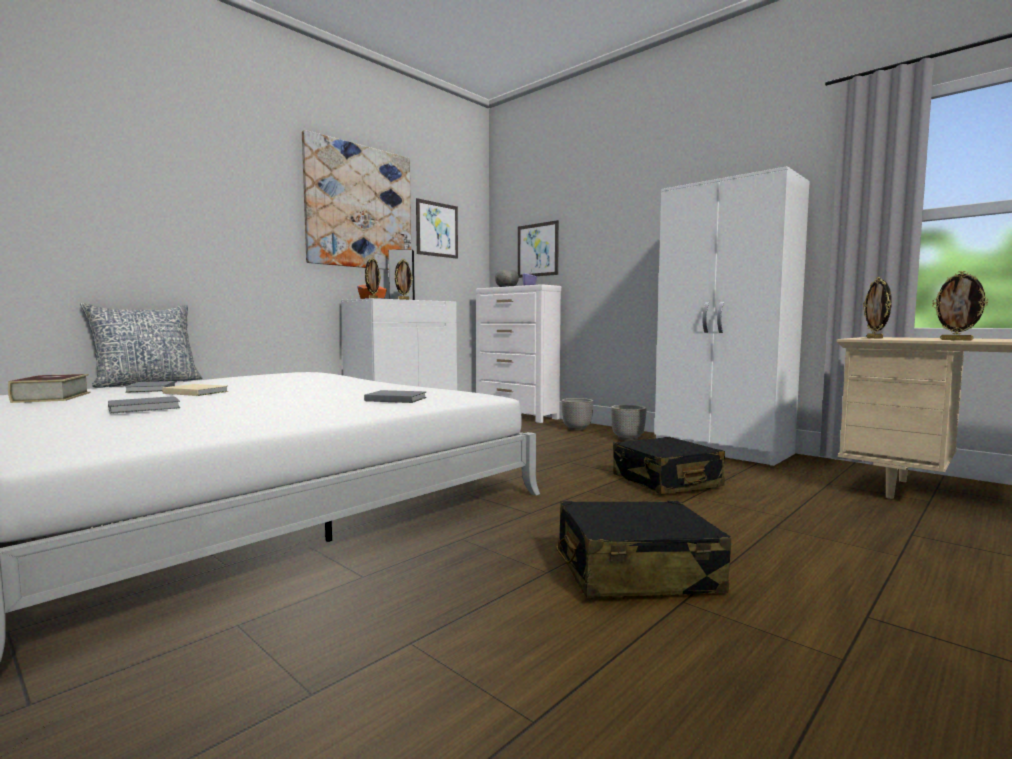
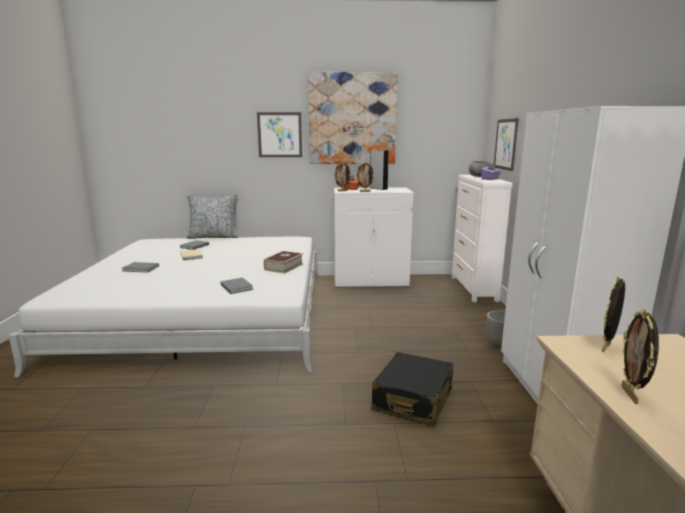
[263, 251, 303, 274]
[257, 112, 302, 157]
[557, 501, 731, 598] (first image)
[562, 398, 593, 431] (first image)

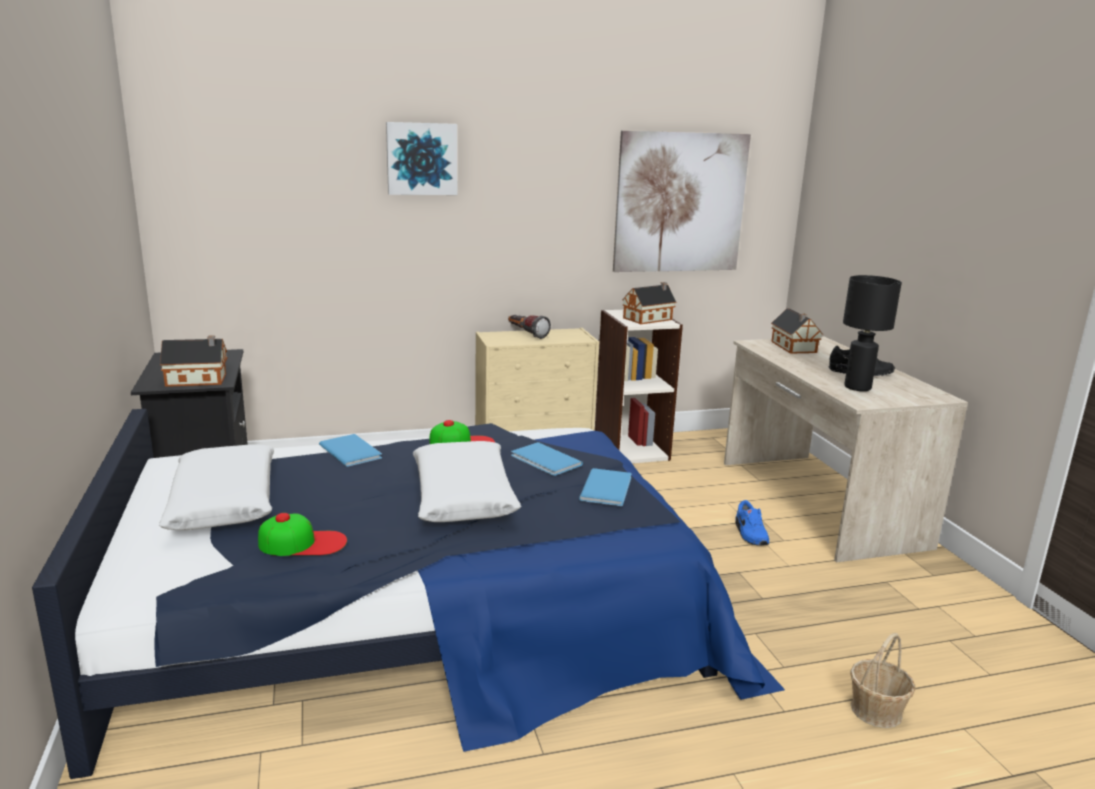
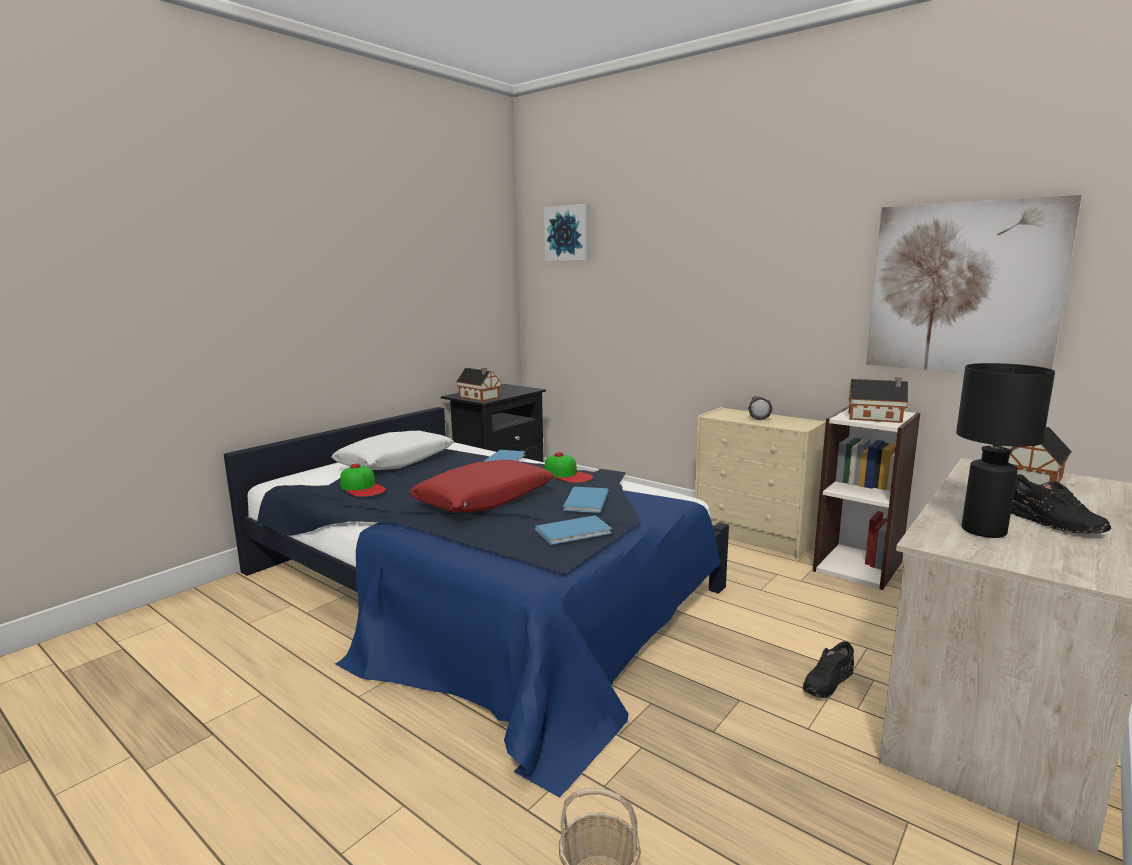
[544, 204, 590, 261]
[409, 460, 554, 512]
[803, 641, 854, 698]

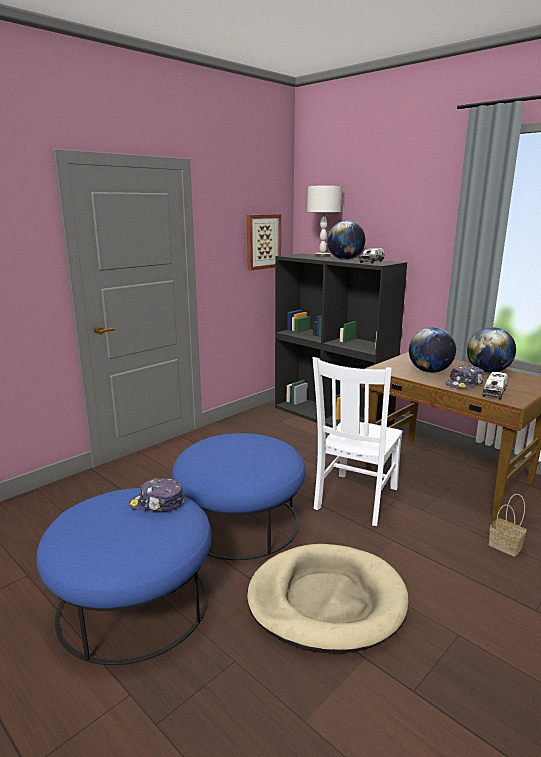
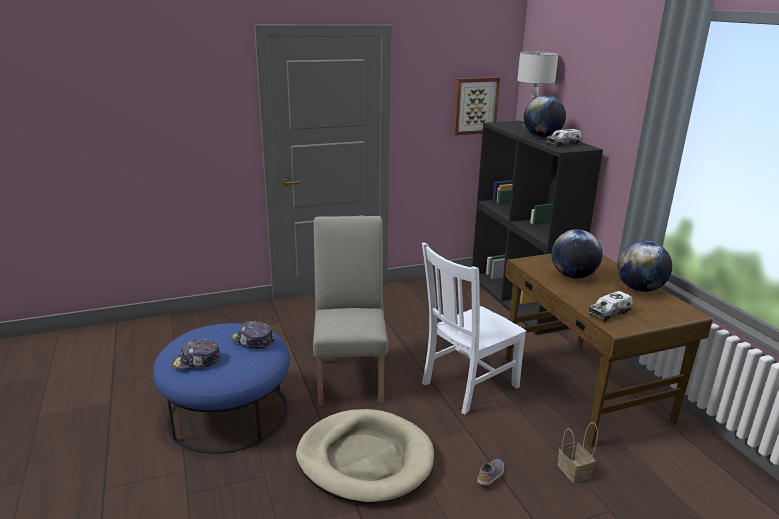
[313, 216, 388, 406]
[172, 339, 221, 369]
[477, 459, 504, 485]

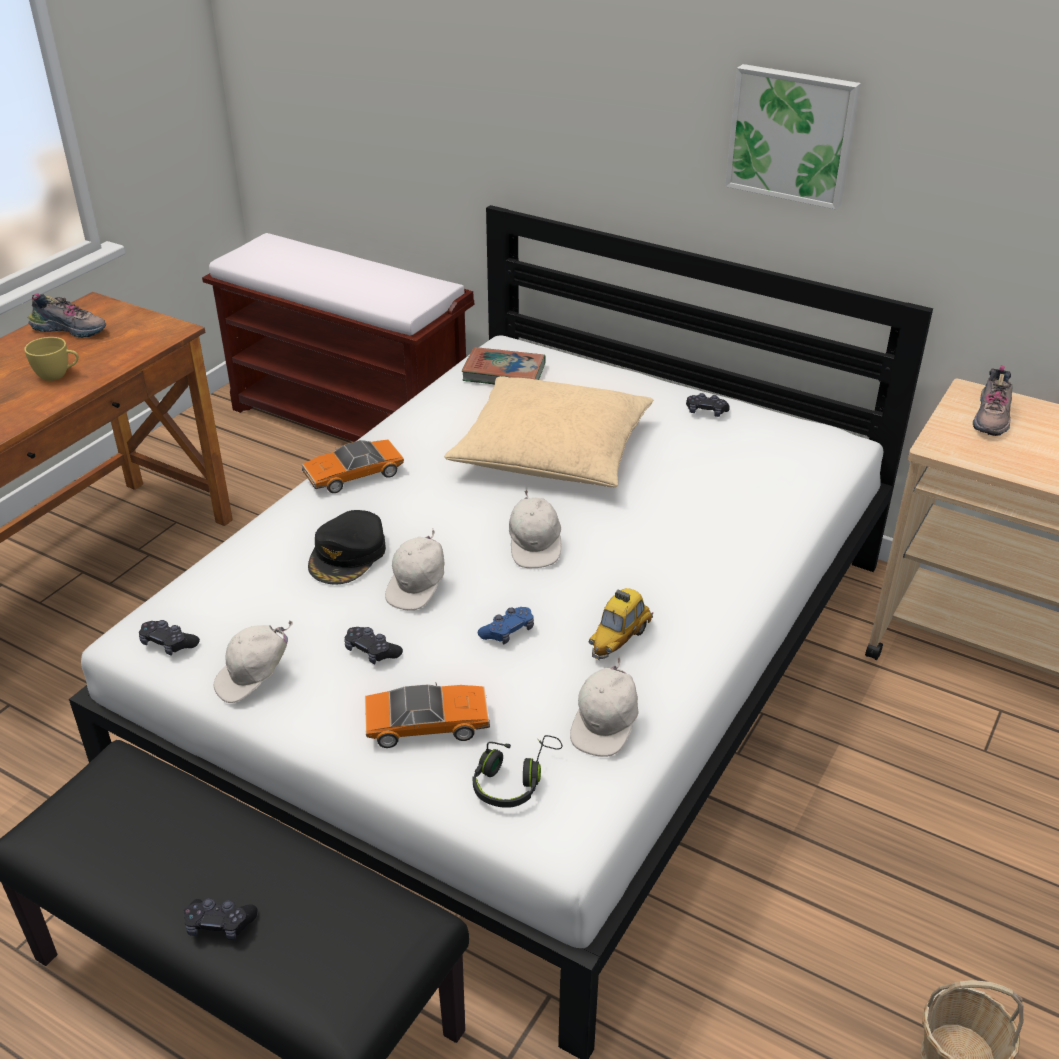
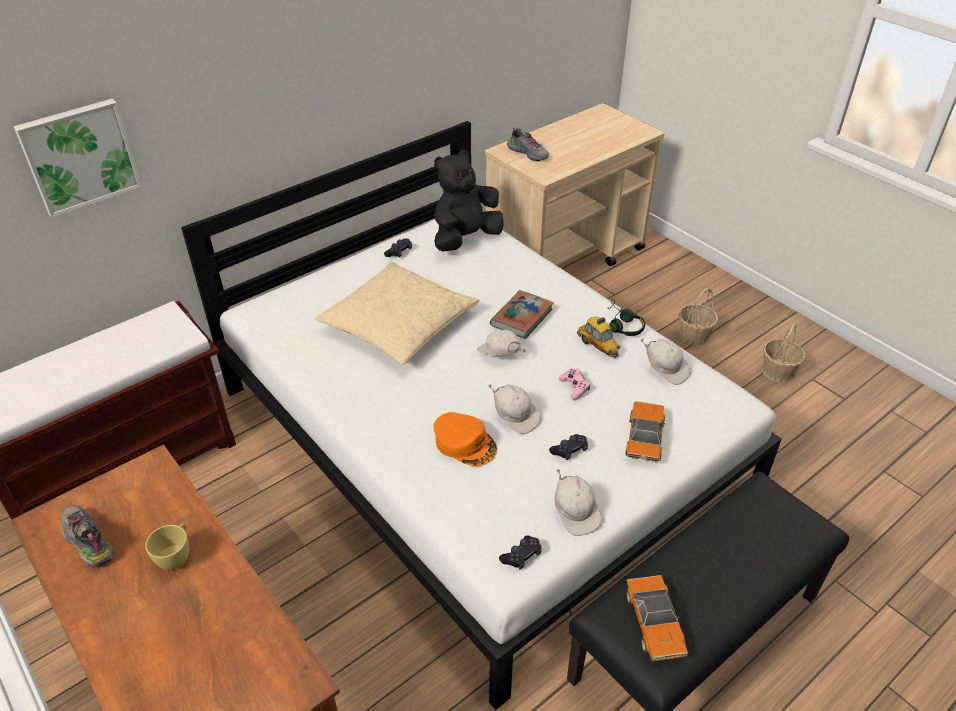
[61, 505, 114, 568]
[183, 898, 257, 940] (first image)
[626, 575, 688, 662]
[433, 412, 497, 466]
[490, 290, 554, 339]
[608, 299, 645, 336]
[558, 368, 590, 400]
[477, 330, 526, 355]
[13, 99, 142, 217]
[434, 150, 504, 252]
[679, 288, 718, 345]

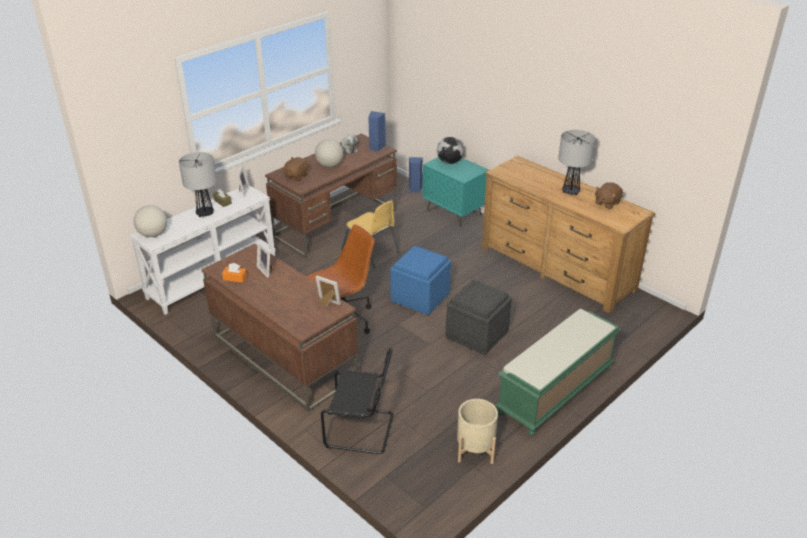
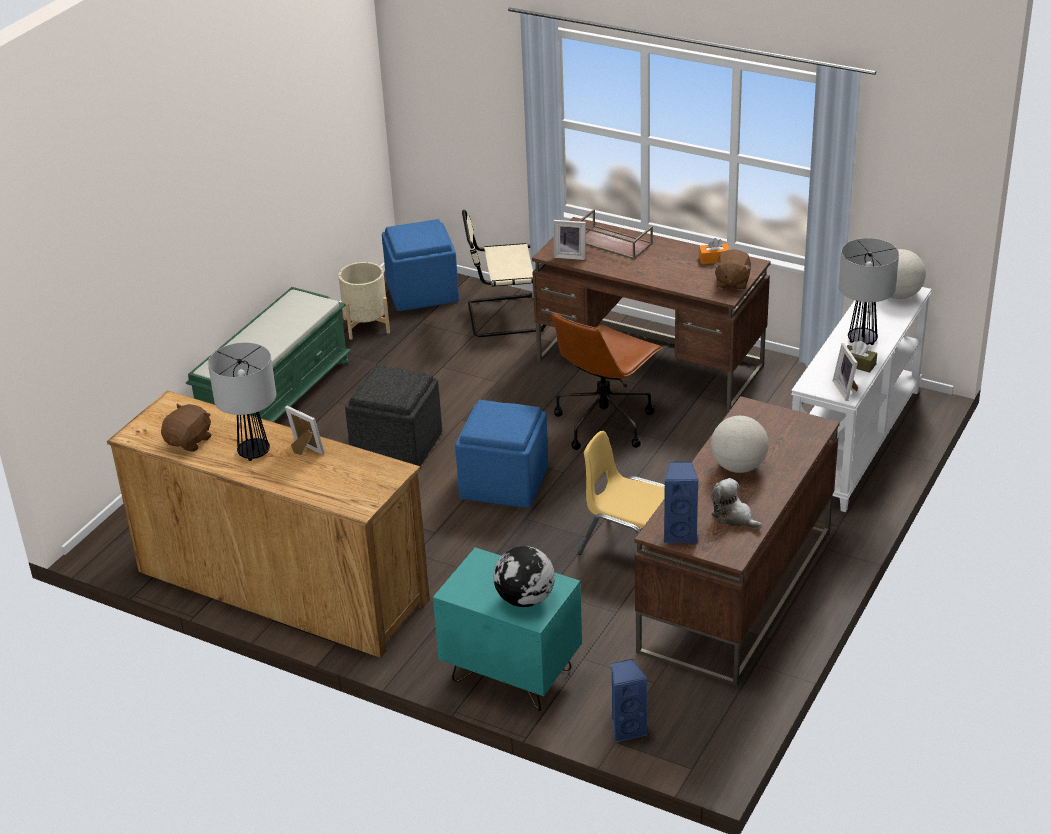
[285, 406, 325, 455]
[713, 249, 751, 290]
[462, 210, 546, 337]
[382, 219, 459, 311]
[579, 209, 653, 260]

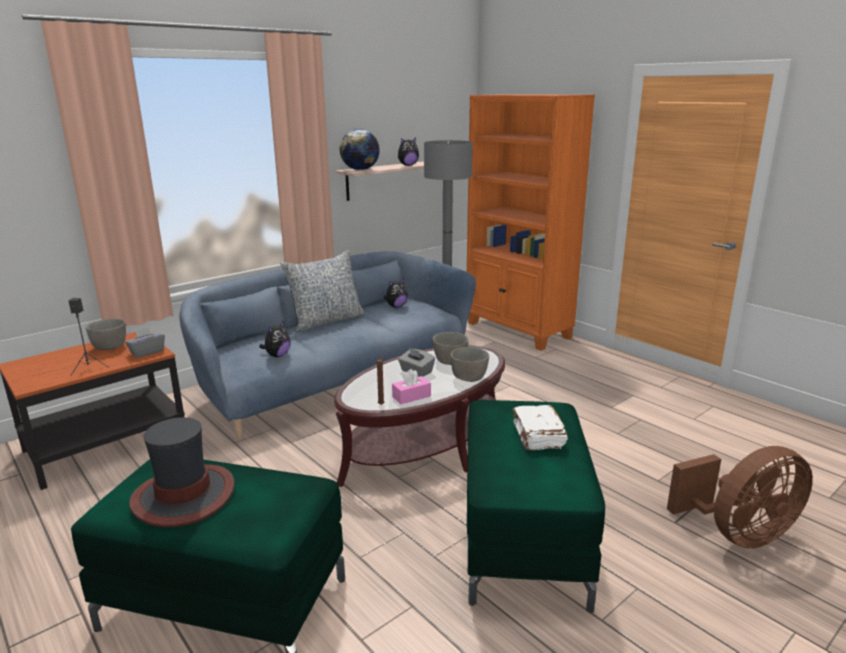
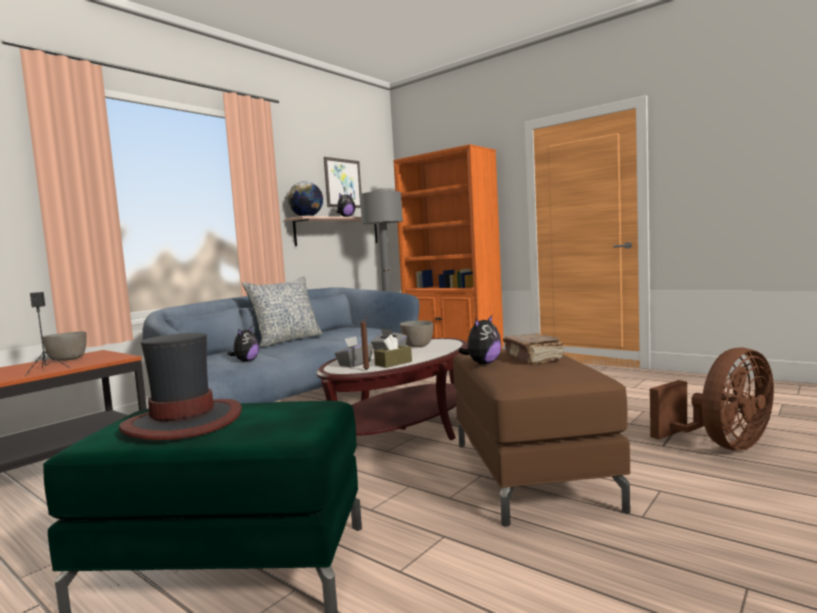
[335, 336, 373, 367]
[458, 315, 502, 364]
[374, 335, 412, 368]
[451, 347, 489, 382] (first image)
[453, 349, 631, 527]
[503, 333, 564, 365]
[324, 157, 362, 208]

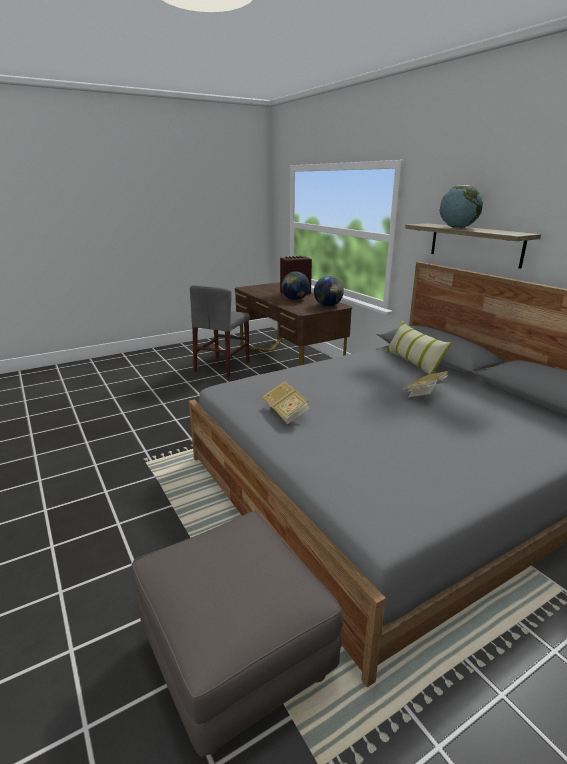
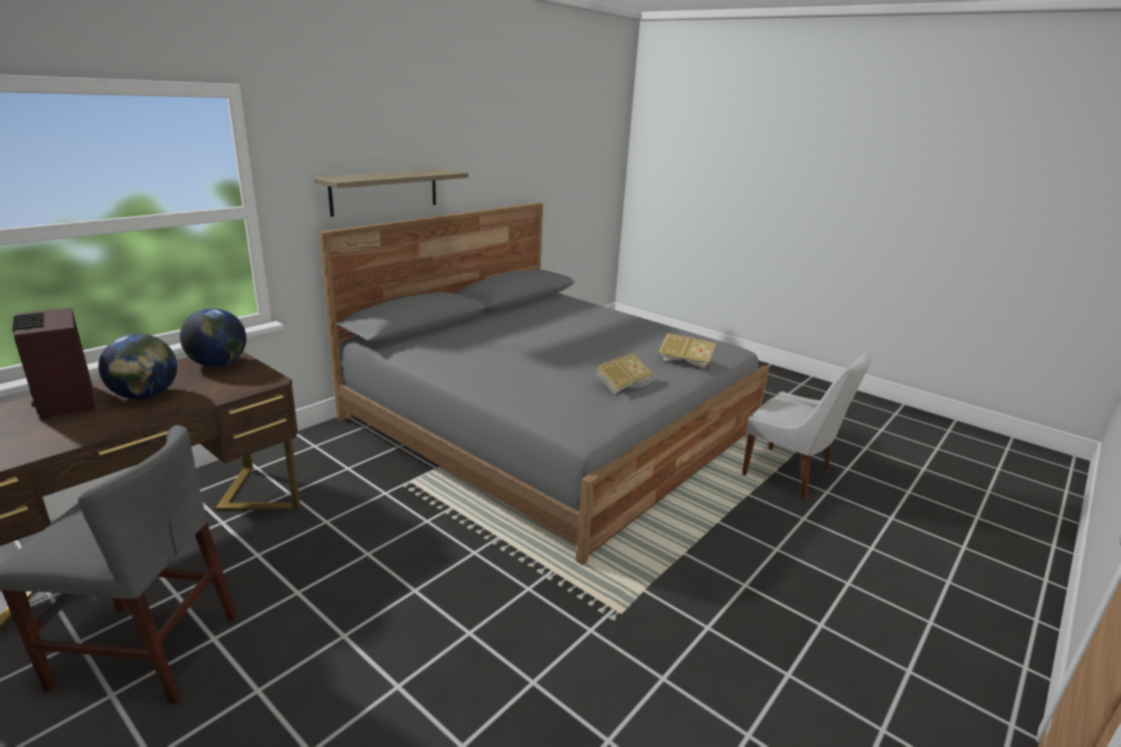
[742, 352, 871, 500]
[385, 321, 452, 375] (first image)
[658, 333, 716, 369]
[440, 185, 483, 228] (first image)

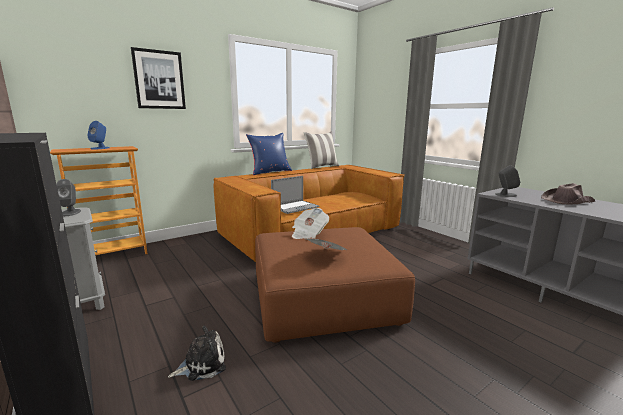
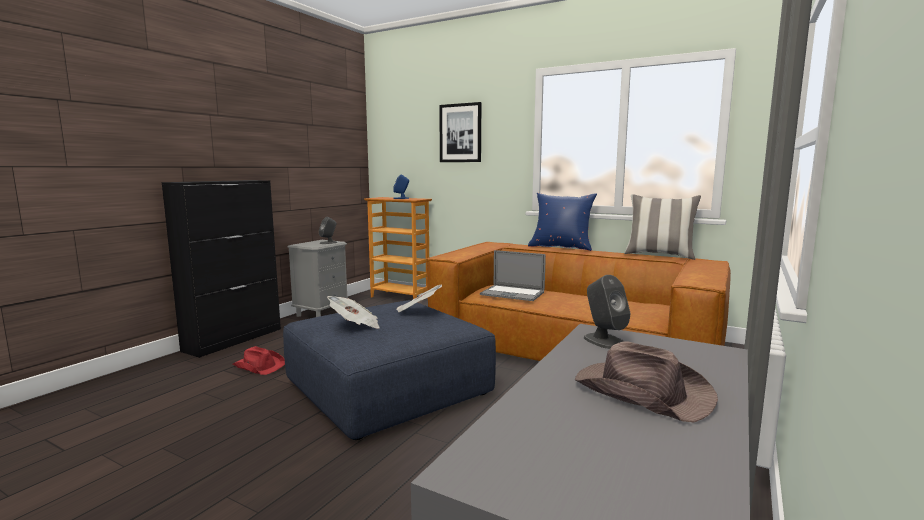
[233, 346, 285, 375]
[283, 300, 496, 440]

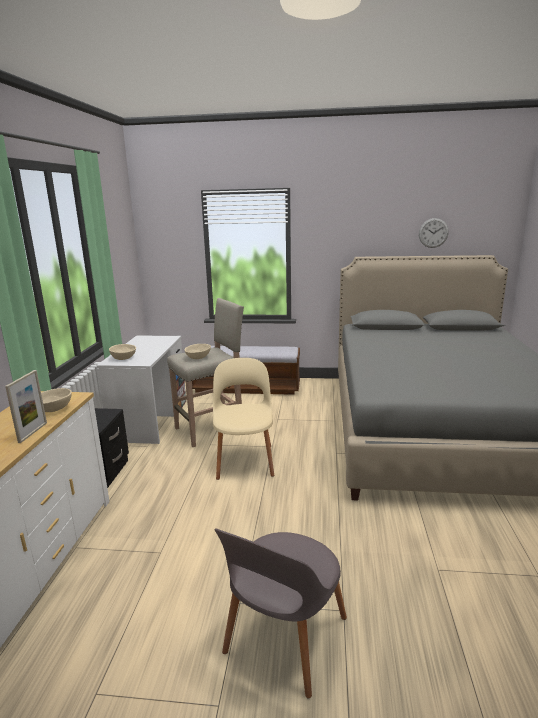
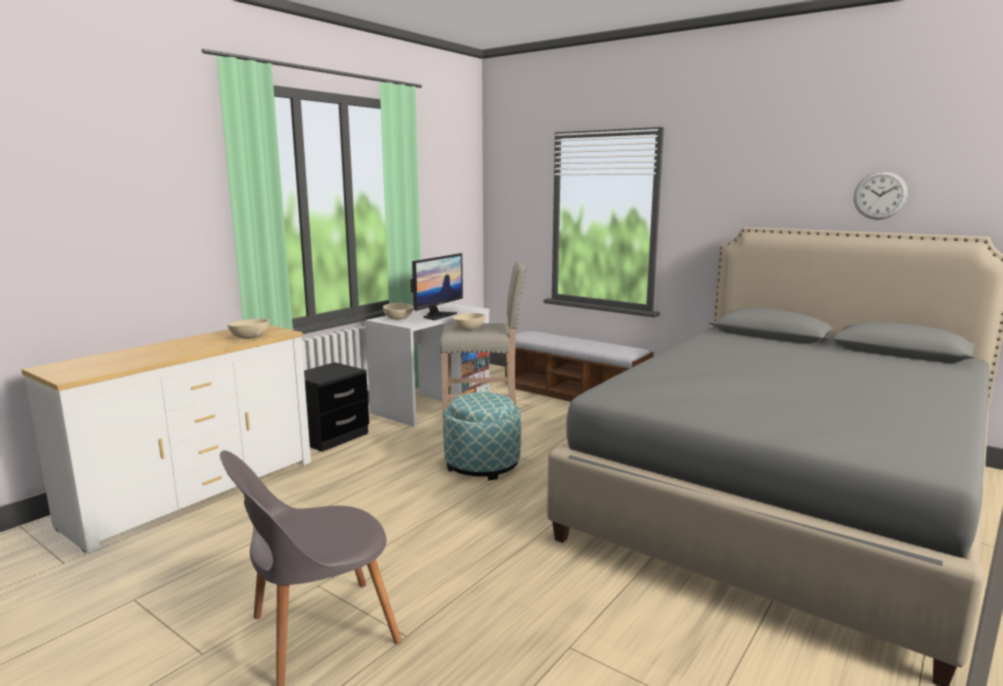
[5, 370, 47, 443] (first image)
[443, 392, 521, 480]
[411, 253, 463, 320]

